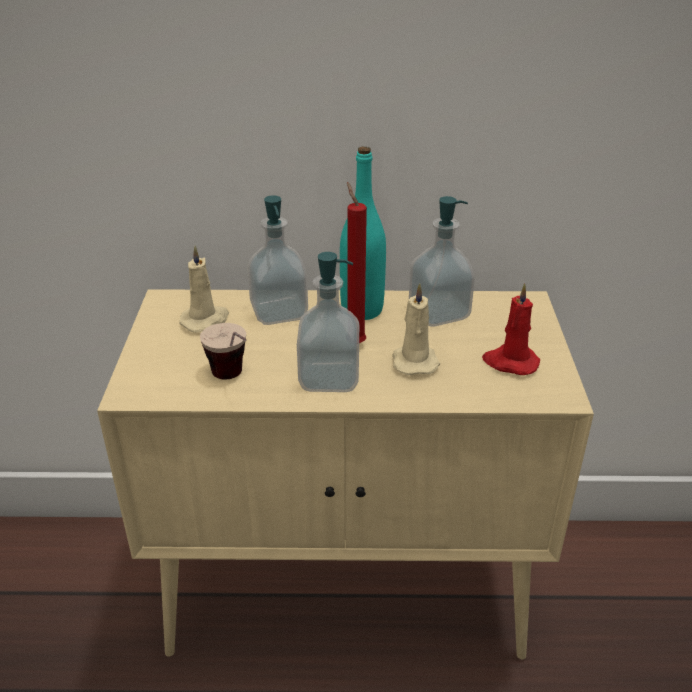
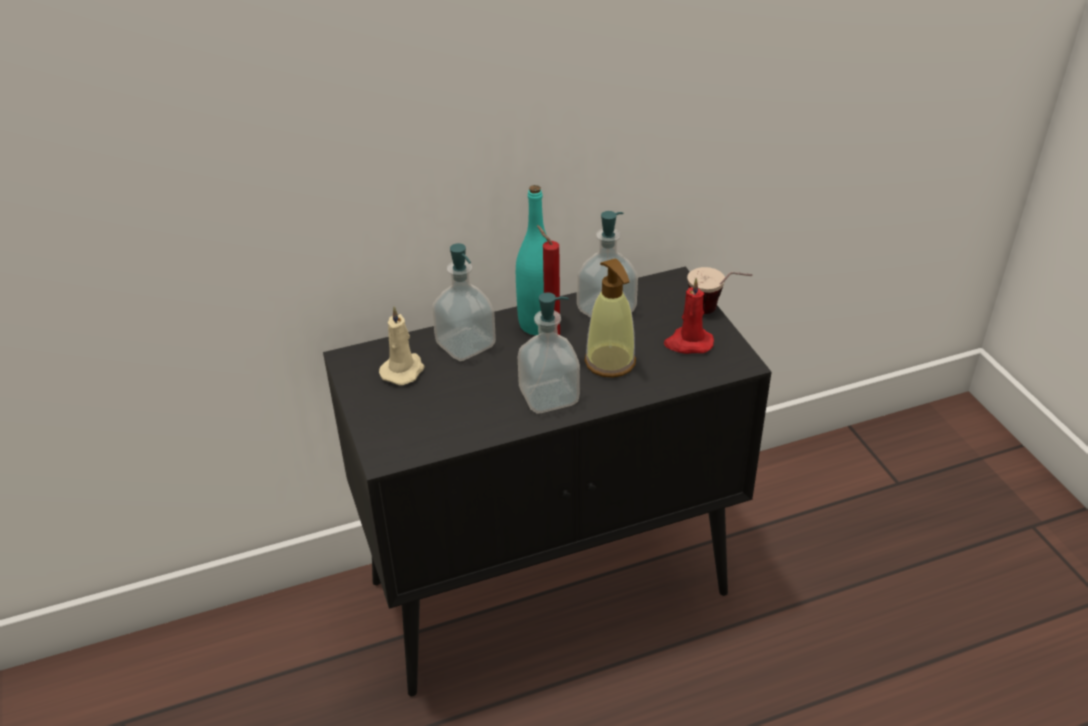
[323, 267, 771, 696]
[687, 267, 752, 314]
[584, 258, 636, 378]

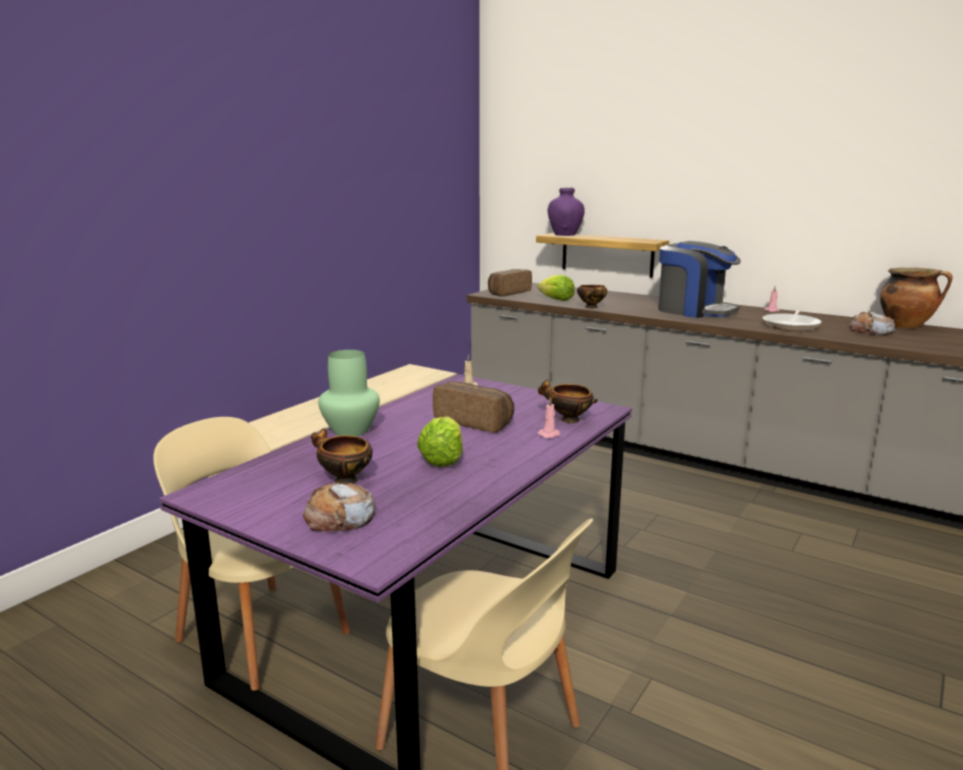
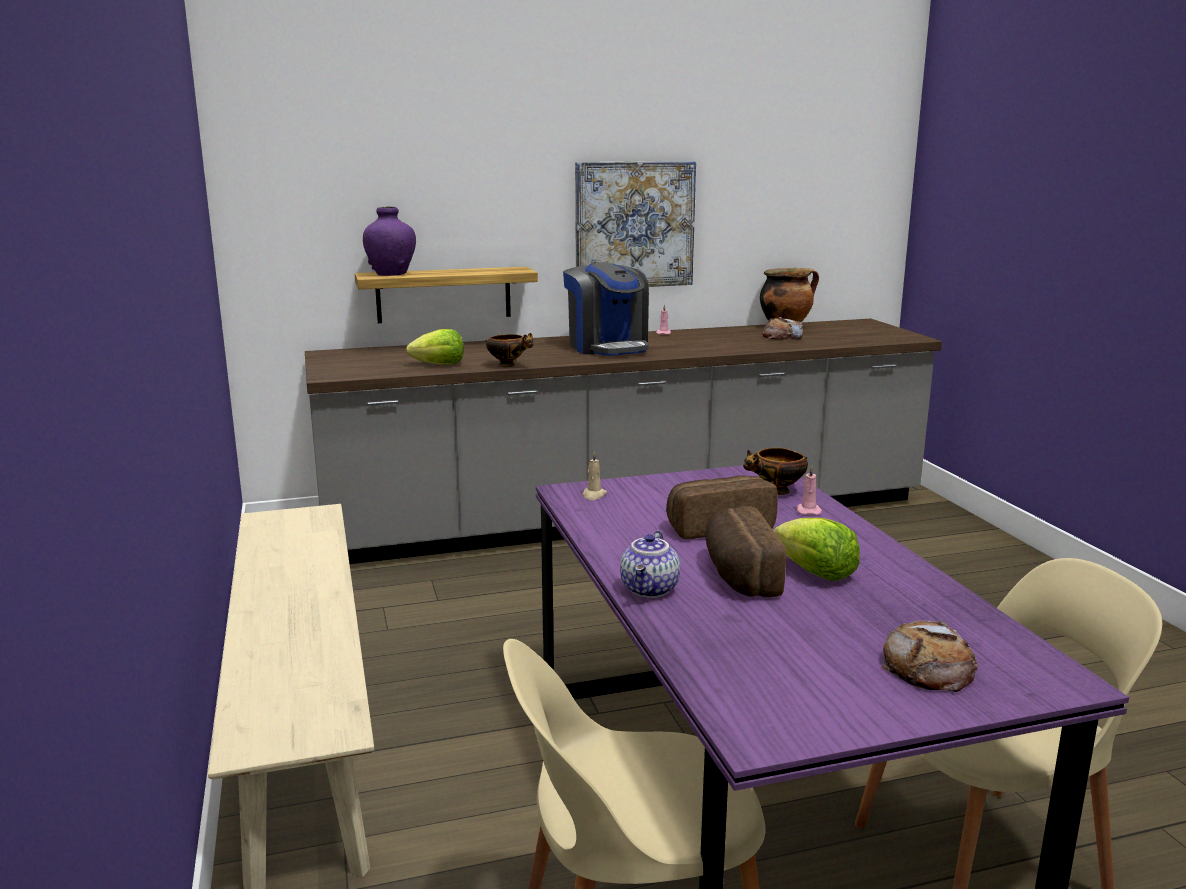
[311, 428, 373, 484] (first image)
[620, 530, 680, 598]
[706, 506, 786, 597]
[563, 262, 649, 356]
[763, 310, 821, 331] (first image)
[575, 161, 696, 287]

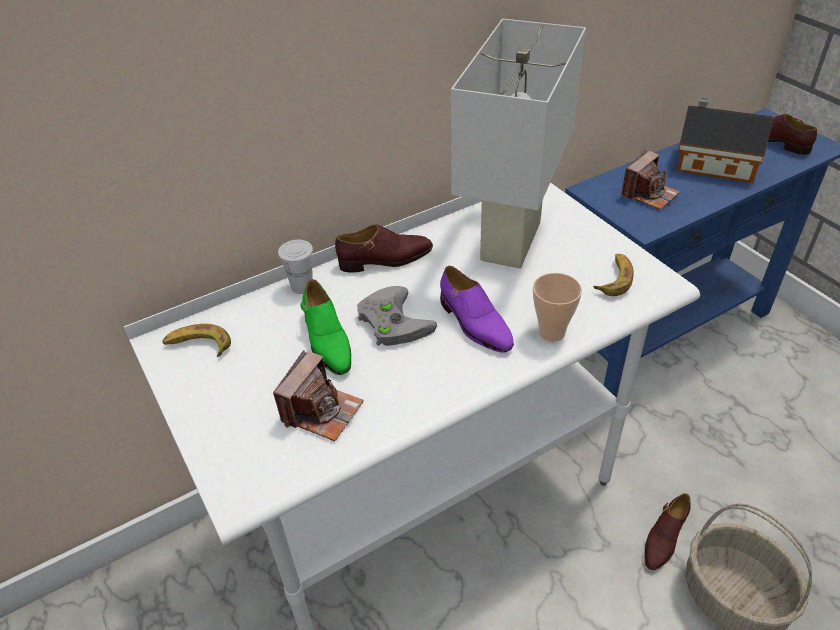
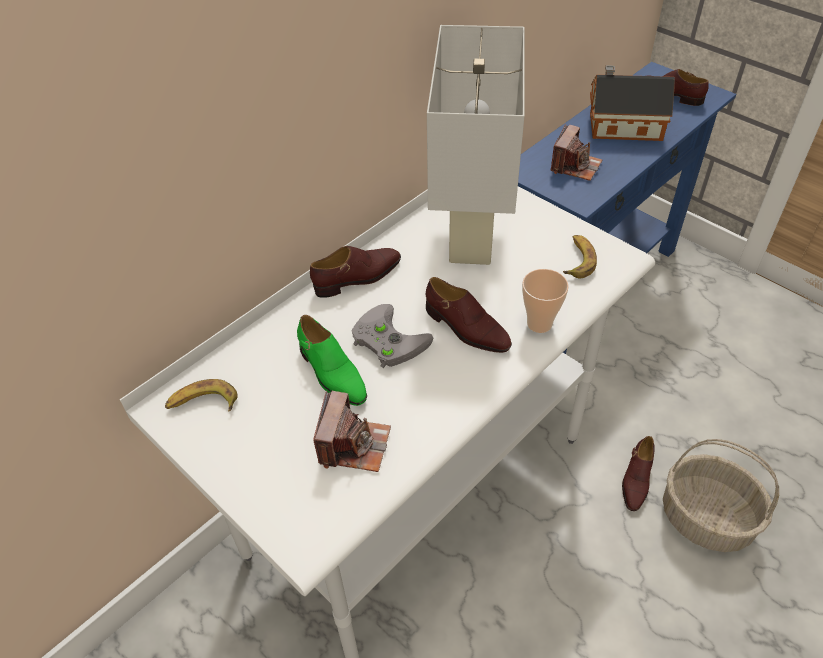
[278, 240, 313, 294] (first image)
[426, 277, 512, 353]

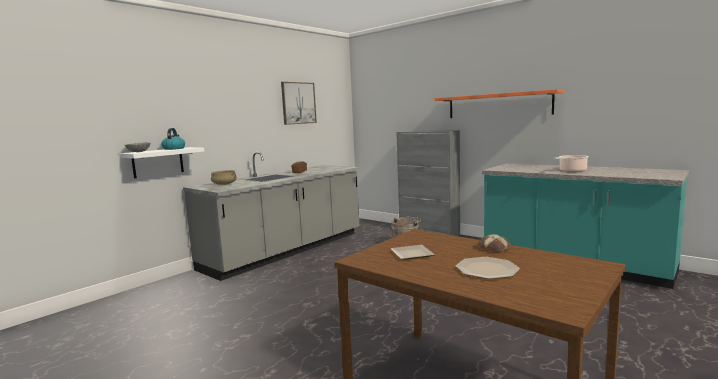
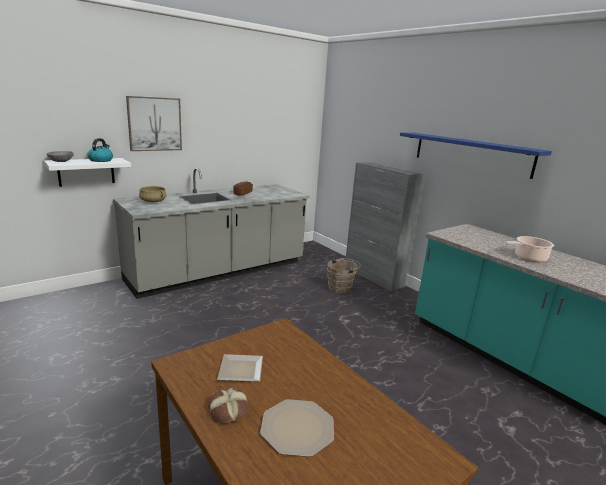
[126, 96, 182, 151]
[400, 133, 552, 179]
[208, 388, 249, 424]

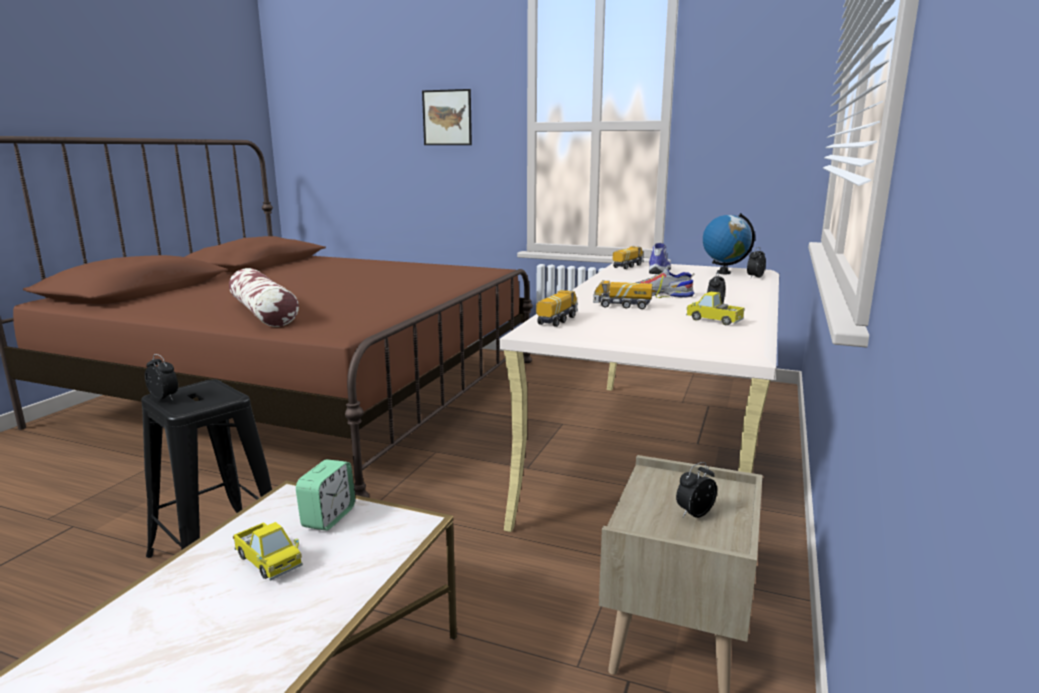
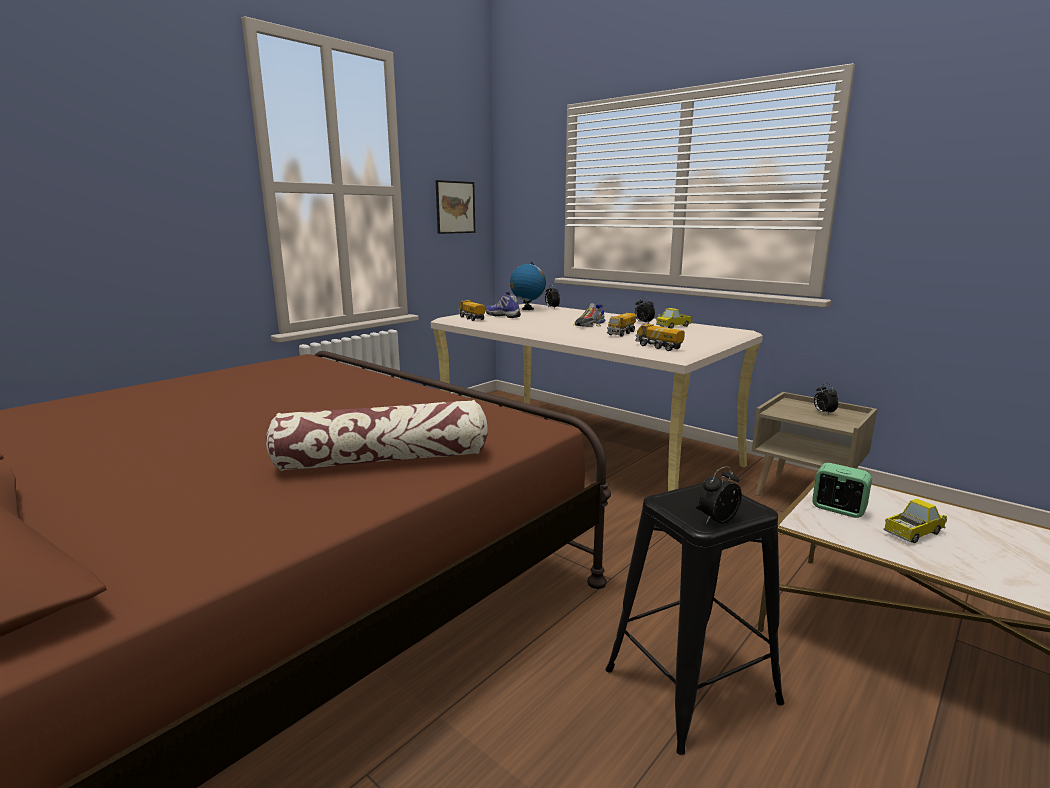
[435, 180, 475, 234]

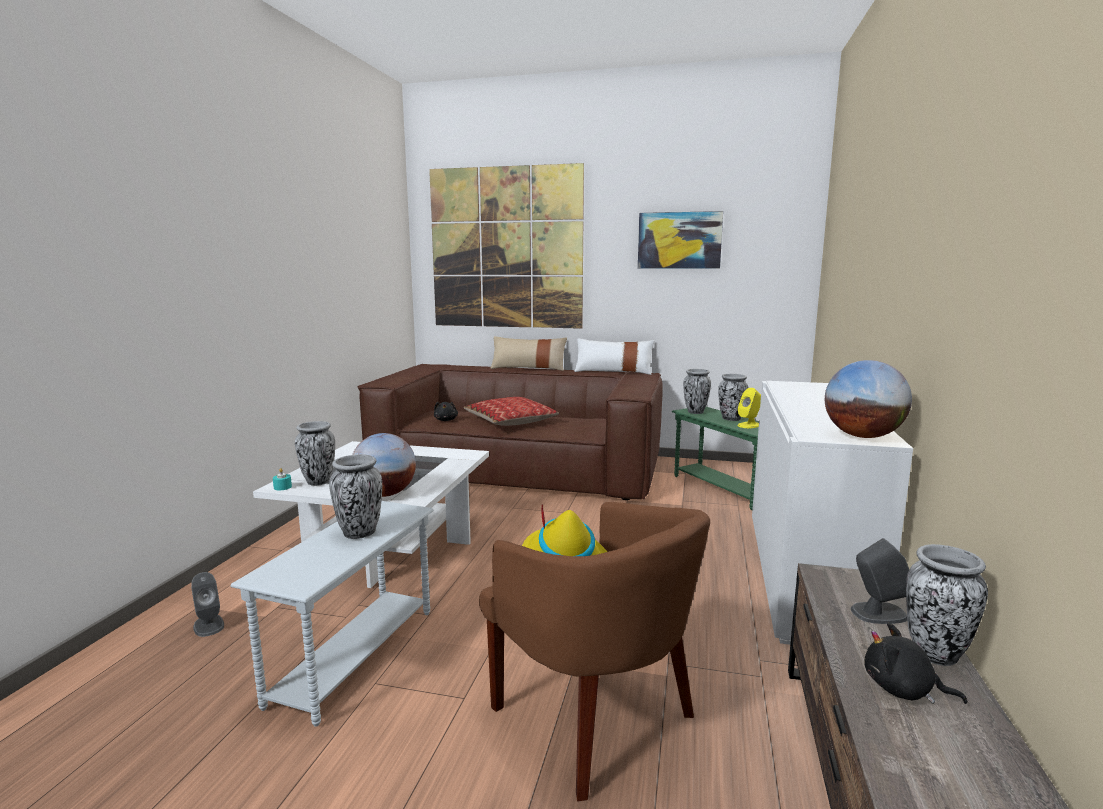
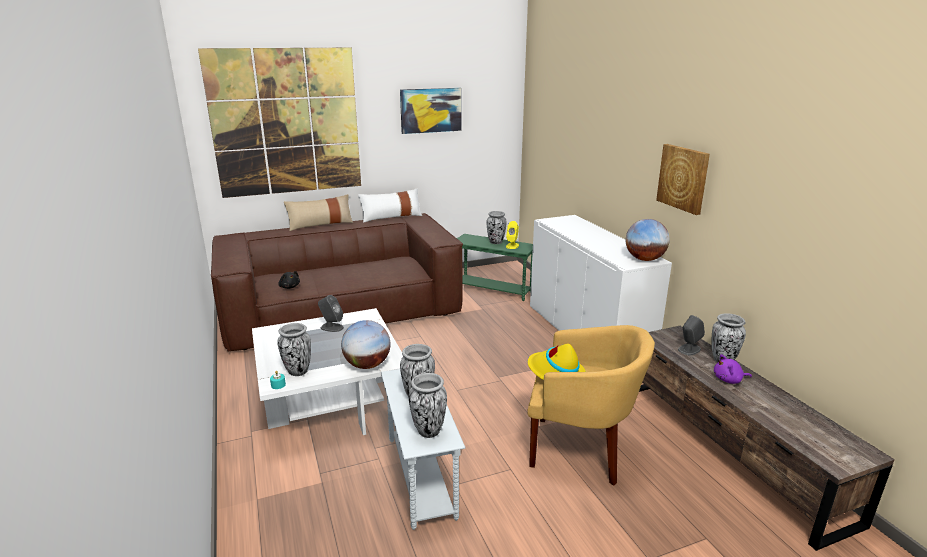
[318, 295, 344, 332]
[464, 397, 559, 426] (first image)
[527, 325, 655, 486]
[409, 373, 447, 438]
[714, 354, 752, 384]
[656, 144, 710, 215]

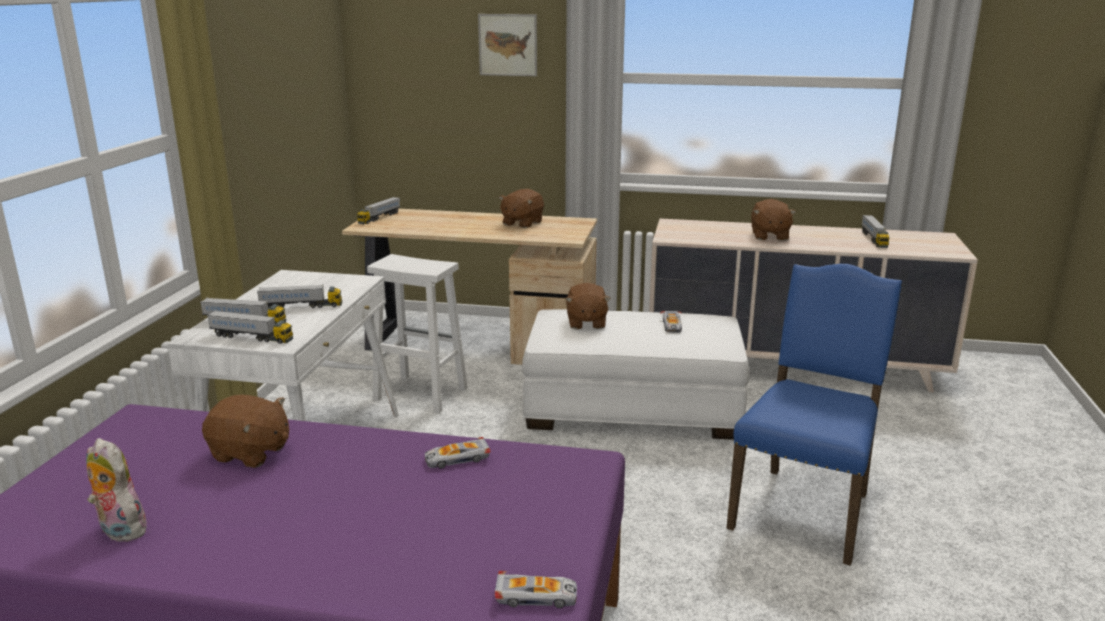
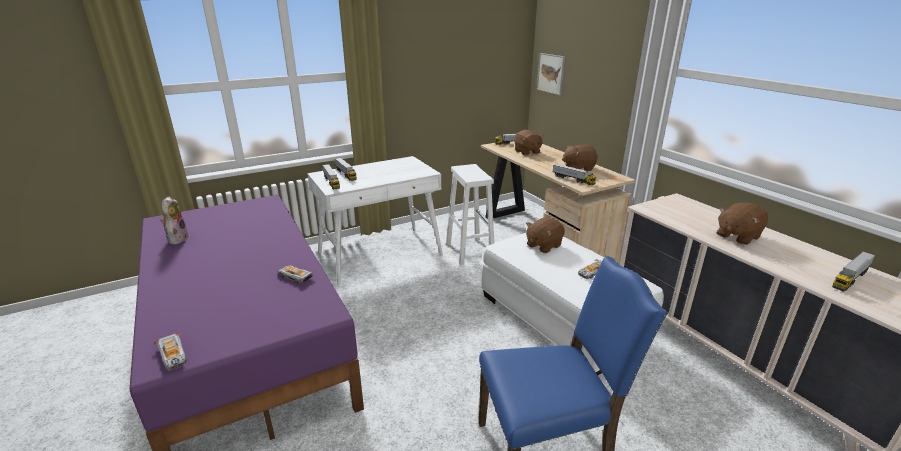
[514, 130, 544, 156]
[552, 163, 596, 185]
[537, 53, 565, 95]

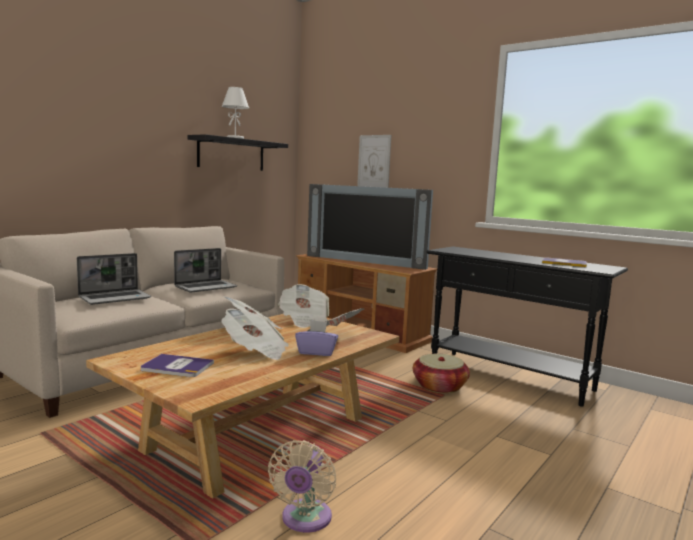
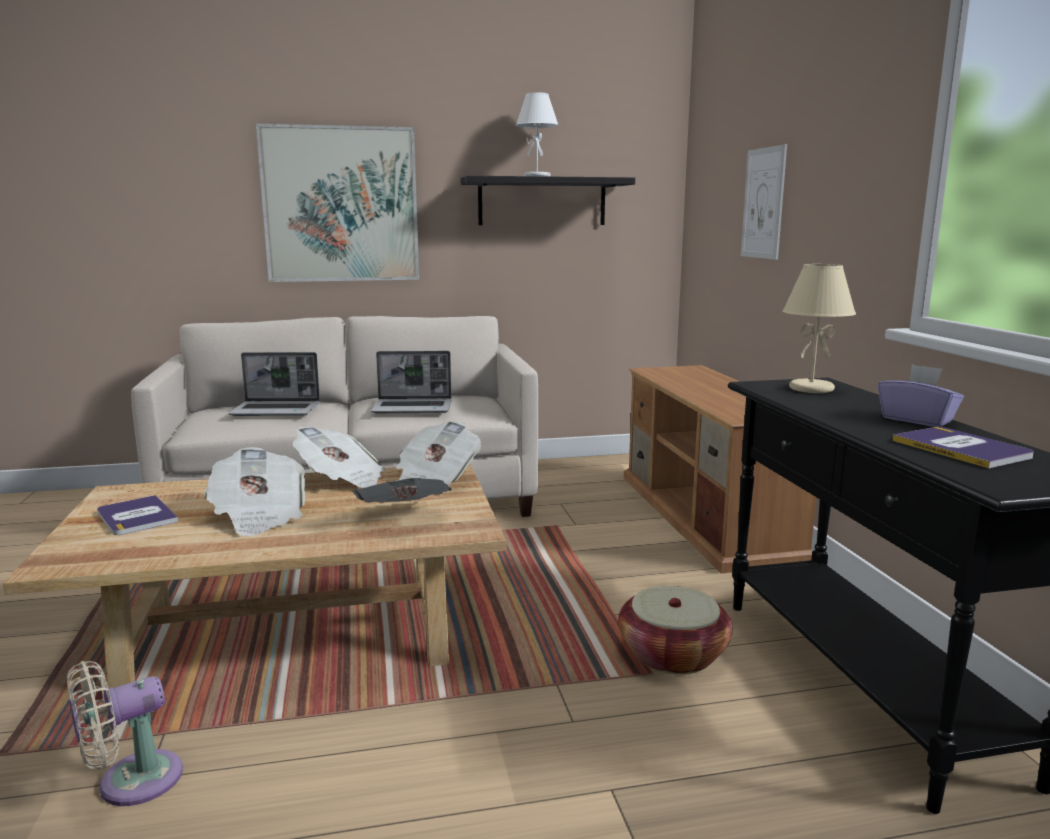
[878, 364, 964, 427]
[307, 184, 433, 270] (first image)
[256, 124, 419, 282]
[783, 264, 856, 393]

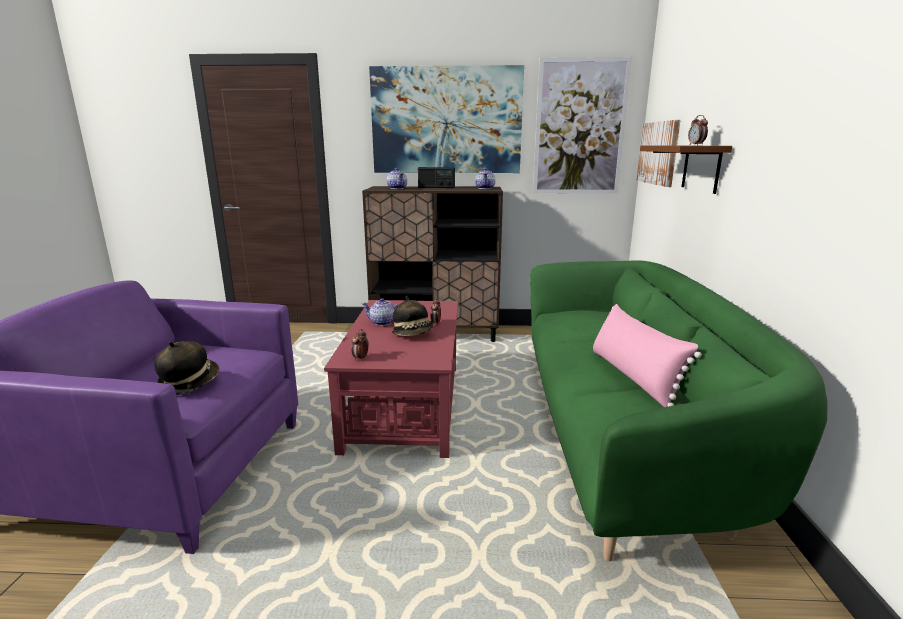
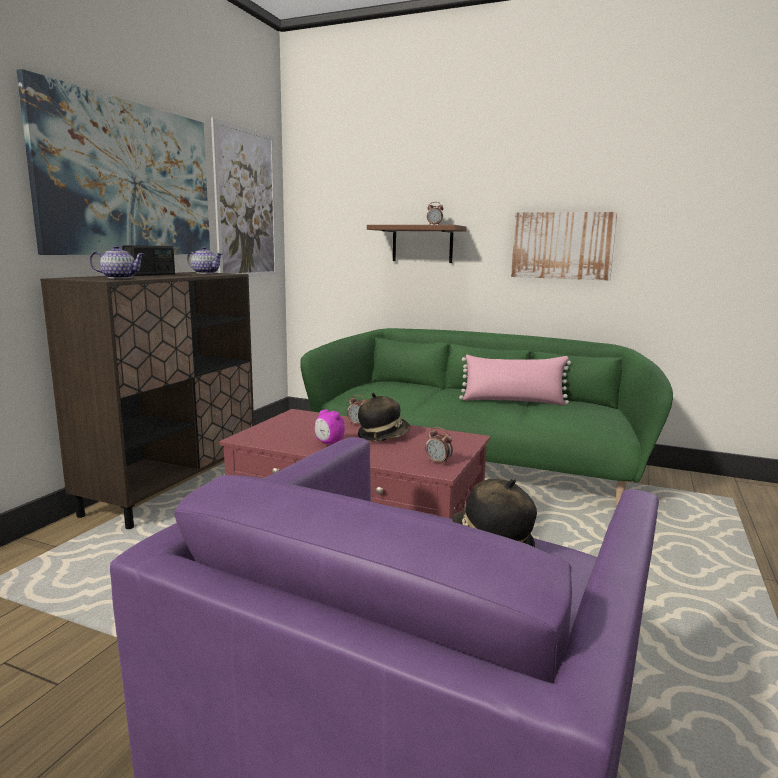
[315, 409, 345, 444]
[511, 212, 617, 280]

